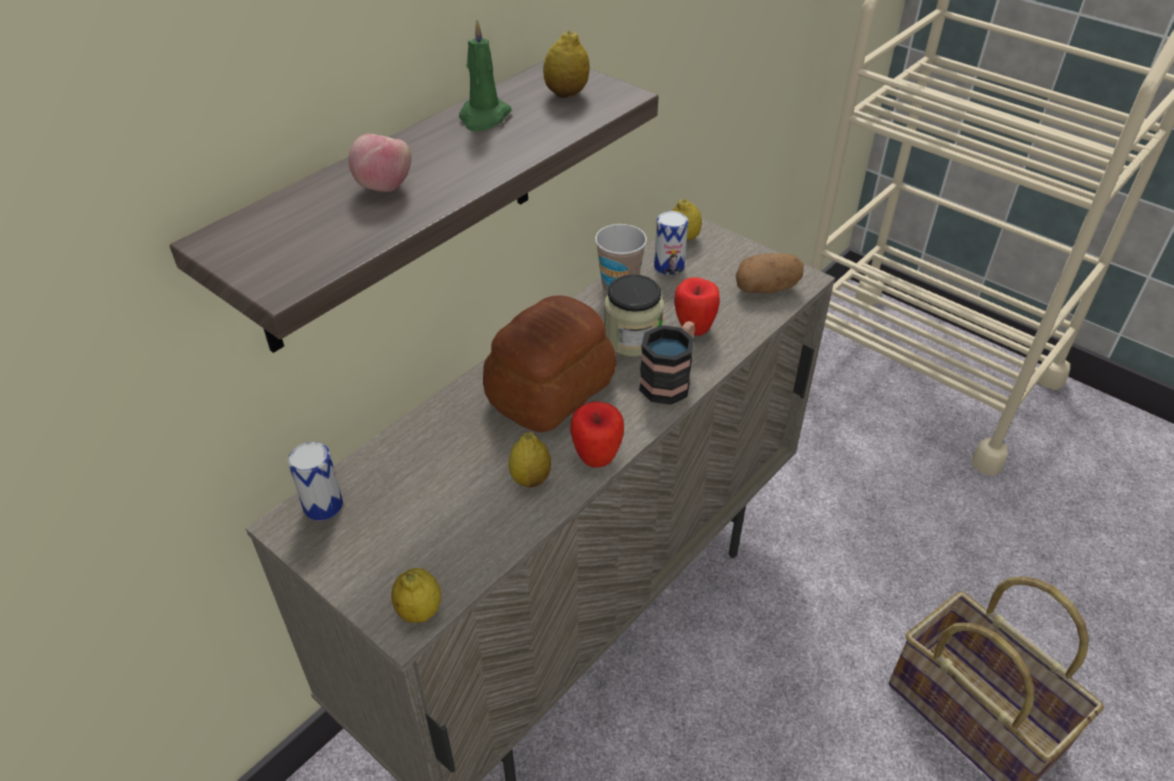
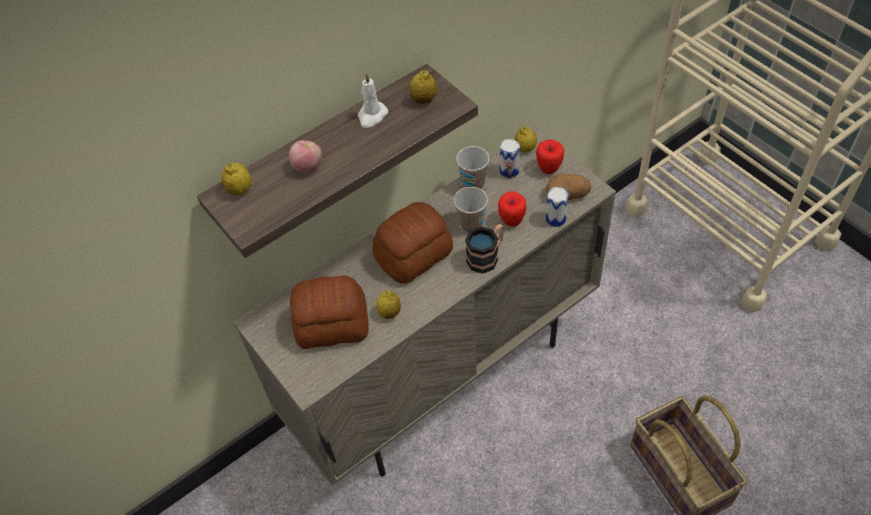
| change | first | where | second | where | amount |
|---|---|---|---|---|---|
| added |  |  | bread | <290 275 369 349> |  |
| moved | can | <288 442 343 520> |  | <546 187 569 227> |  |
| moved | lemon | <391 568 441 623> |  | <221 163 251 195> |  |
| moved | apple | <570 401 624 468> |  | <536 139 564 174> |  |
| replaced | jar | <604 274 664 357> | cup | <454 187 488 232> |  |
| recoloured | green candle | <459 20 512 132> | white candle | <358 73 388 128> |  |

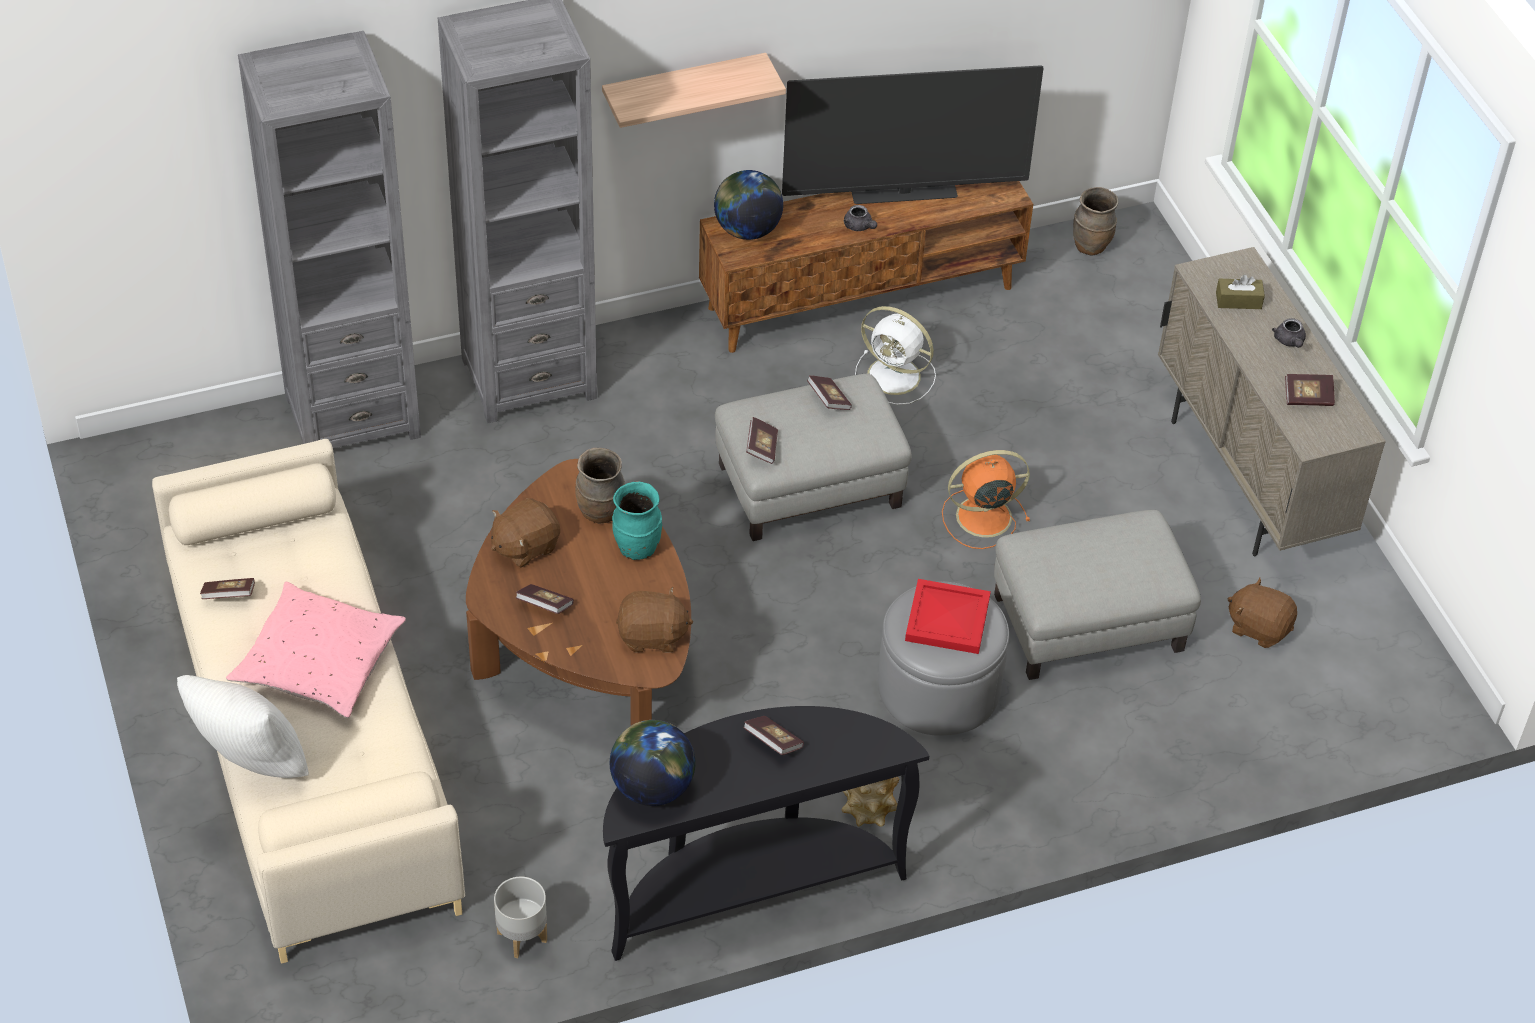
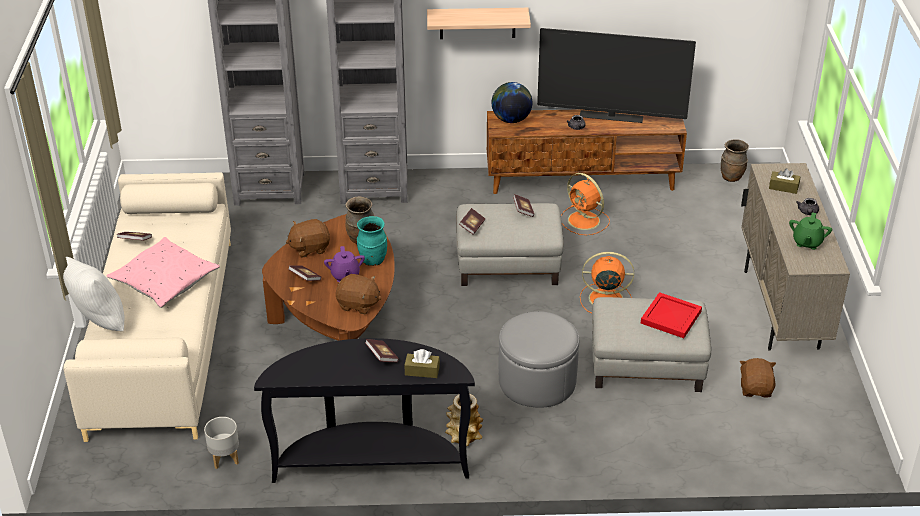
| change | first | where | second | where | amount |
|---|---|---|---|---|---|
| removed | globe | <610 720 696 806> |  |  |  |
| added |  |  | purple teapot | <324 246 365 282> |  |
| added |  |  | brown tissue box | <404 349 440 378> |  |
| moved | red tray | <905 579 991 654> |  | <641 292 702 338> |  |
| replaced | book | <1285 374 1335 406> | green teapot | <789 212 832 250> |  |
| recoloured | white fan | <855 306 936 405> | orange fan | <561 173 610 235> |  |
| turned | brown plush toy | <1228 578 1297 648> |  | <740 358 776 398> | 45 degrees clockwise |

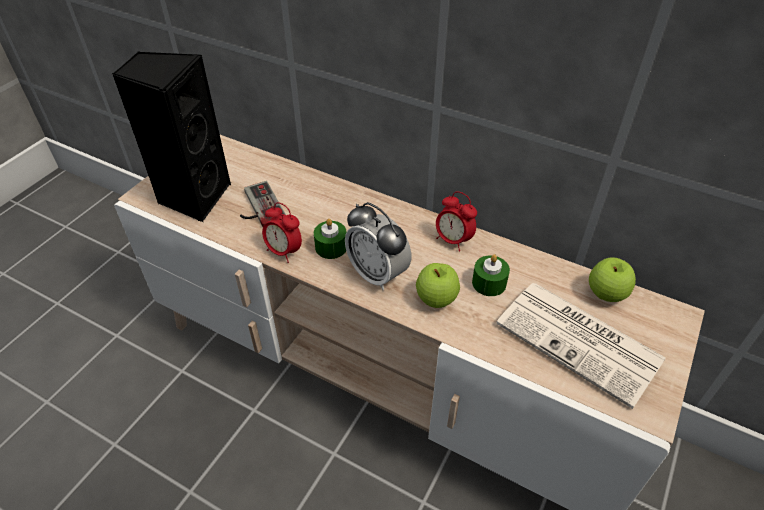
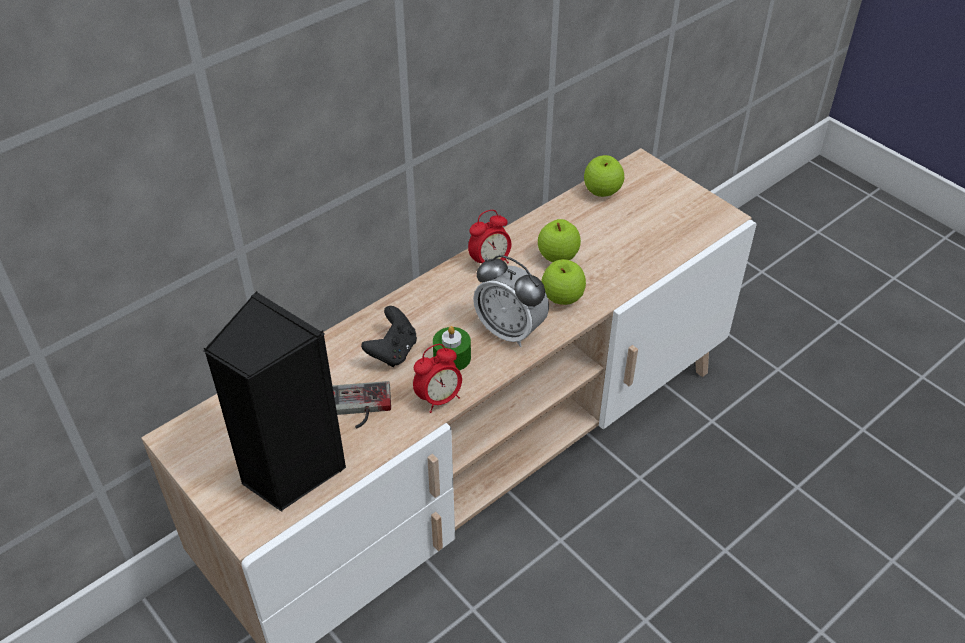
| change | first | where | second | where | amount |
|---|---|---|---|---|---|
| removed | newspaper | <496 283 666 409> |  |  |  |
| added |  |  | black game controller | <361 306 417 367> |  |
| replaced | green candle | <472 254 510 296> | apple | <538 219 581 262> |  |
| turned | alarm clock | <345 202 411 290> |  | <473 255 549 347> | 60 degrees clockwise |

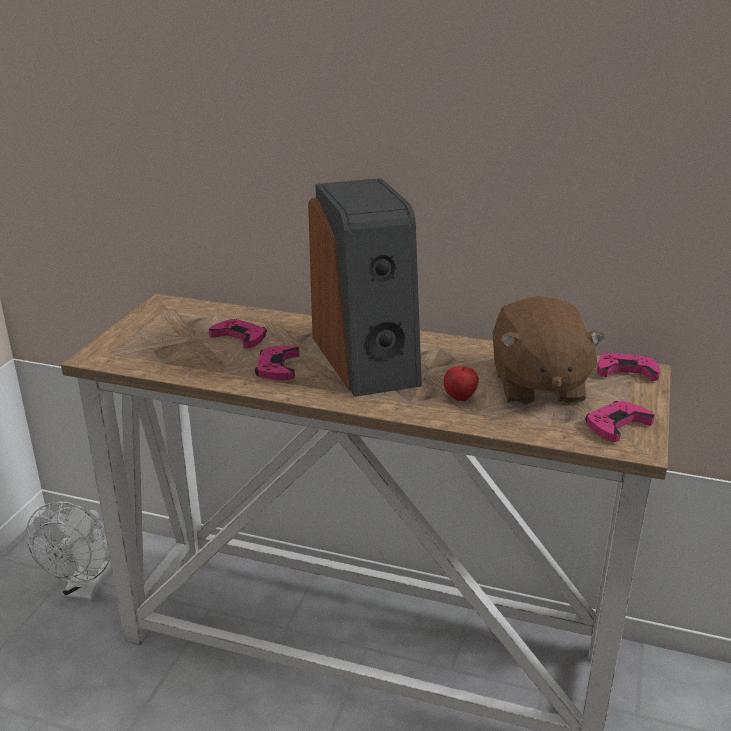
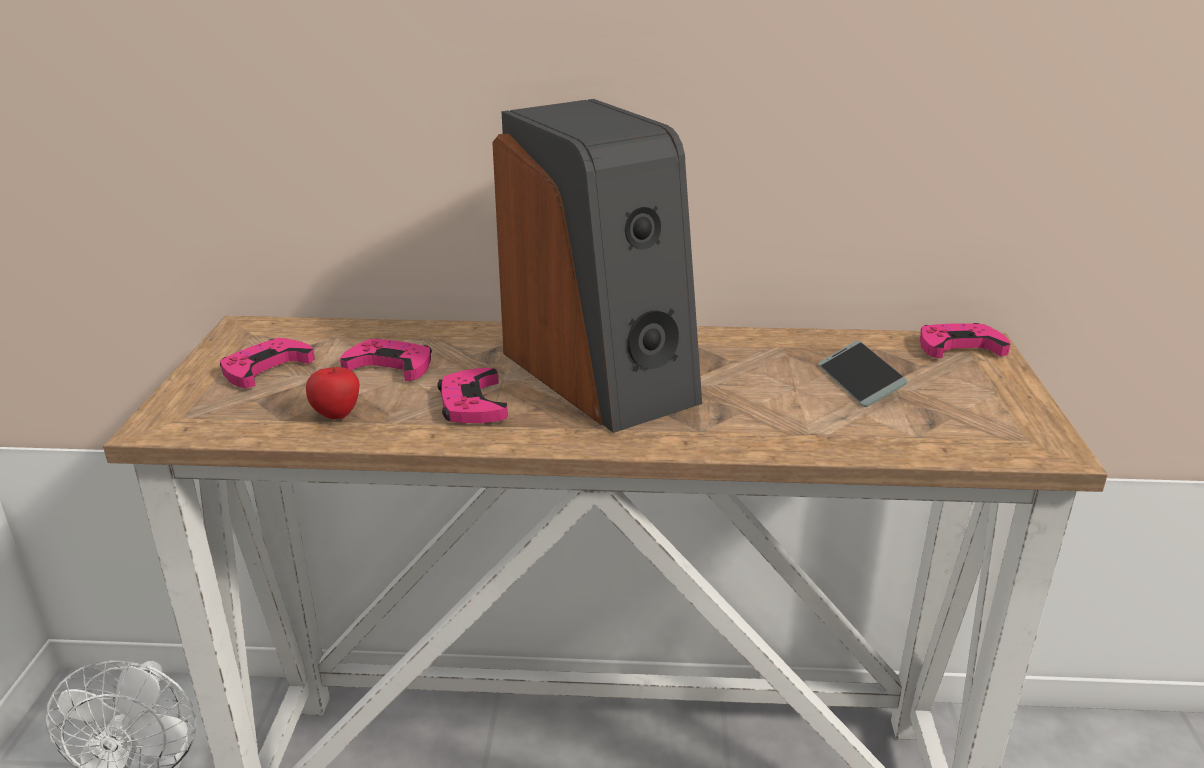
| change | first | where | second | where | amount |
|---|---|---|---|---|---|
| moved | apple | <444 366 479 401> |  | <306 366 359 419> |  |
| moved | pink game controller | <585 401 655 442> |  | <220 338 315 388> |  |
| replaced | brown plush toy | <492 296 606 405> | phone | <818 340 908 407> |  |

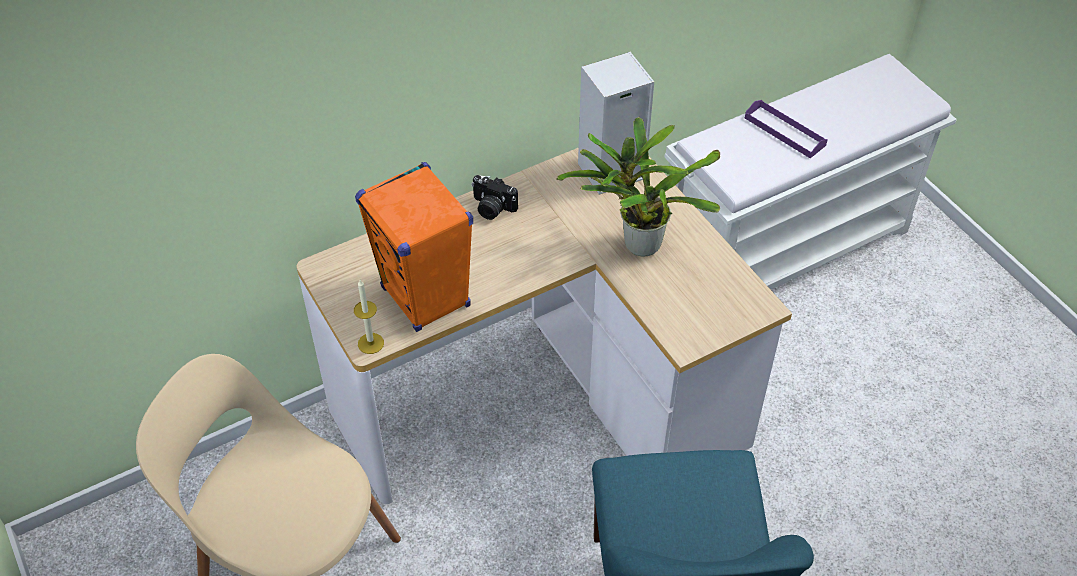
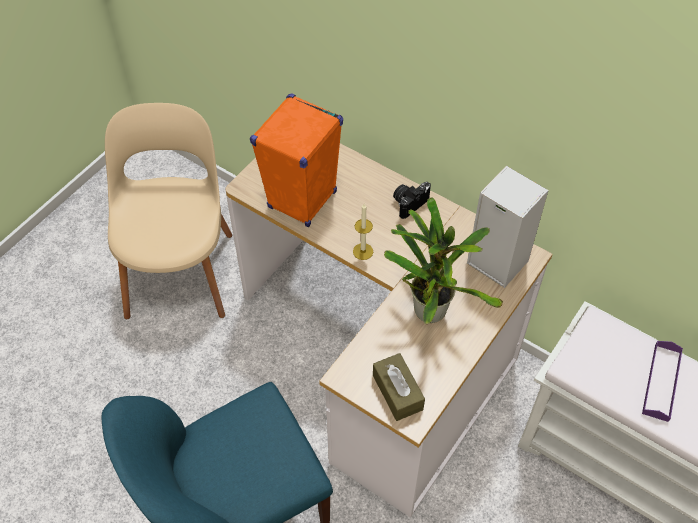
| change | first | where | second | where | amount |
|---|---|---|---|---|---|
| added |  |  | brown tissue box | <373 353 425 421> |  |
| moved | candle | <354 280 384 354> |  | <353 204 373 260> |  |
| turned | photo camera | <471 175 518 220> |  | <393 182 431 219> | 45 degrees clockwise |

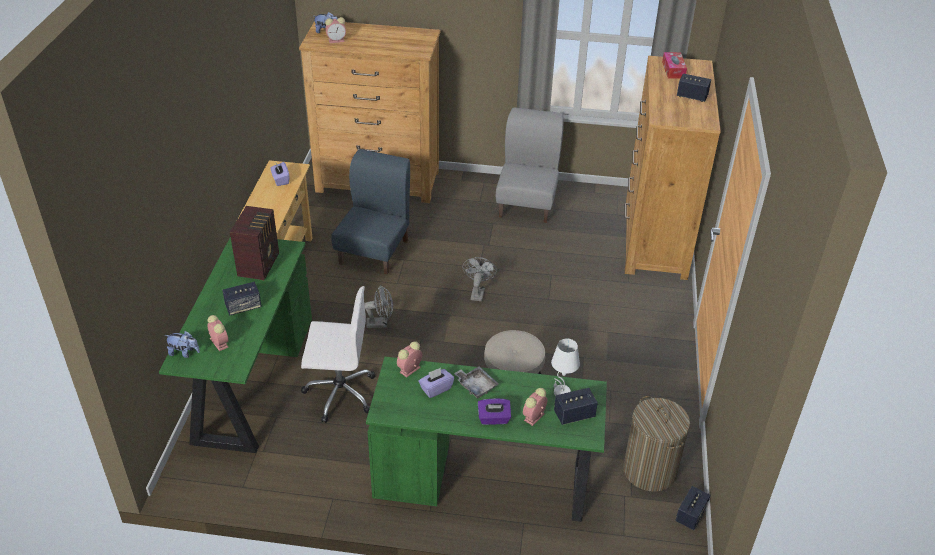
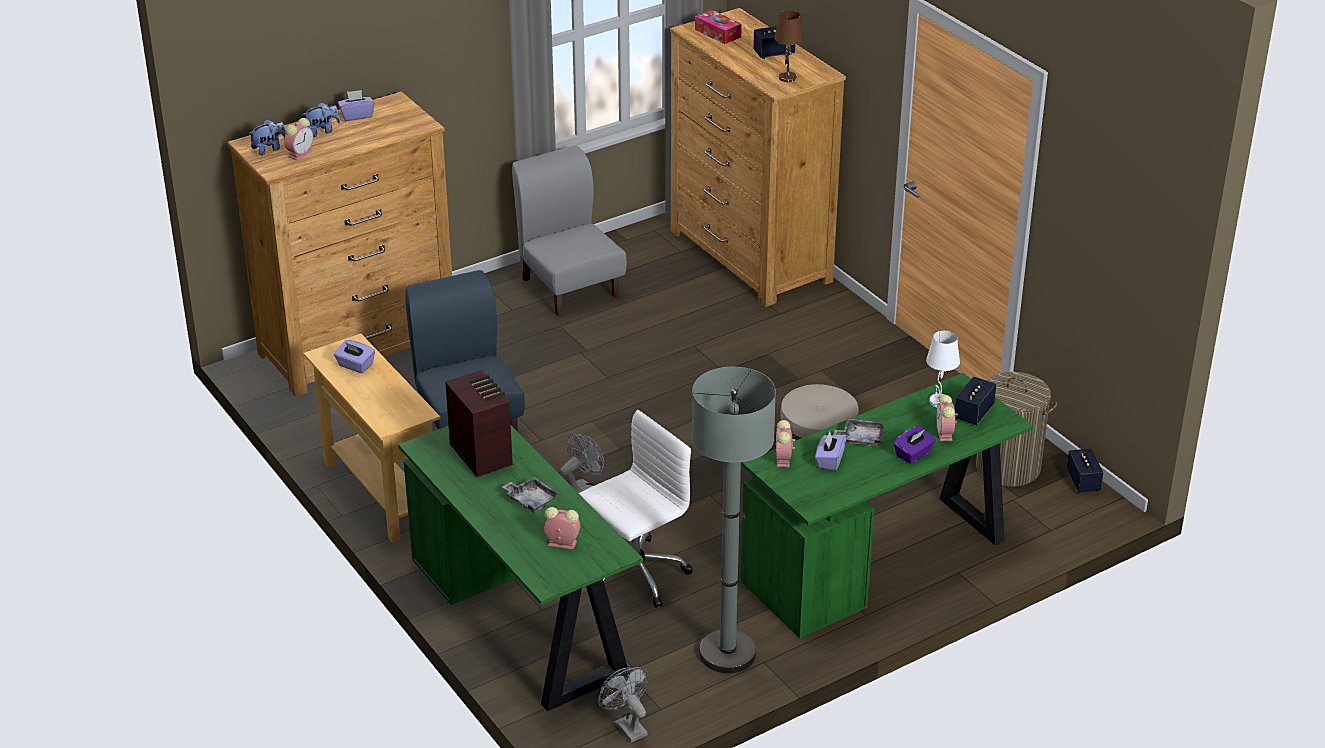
| change | first | where | second | where | amount |
|---|---|---|---|---|---|
| added |  |  | purple tissue box | <338 90 375 121> |  |
| added |  |  | grey floor lamp | <691 367 776 673> |  |
| added |  |  | brown table lamp | <774 10 804 82> |  |
| moved | plush toy | <165 331 200 358> |  | <302 102 340 137> |  |
| moved | grey fan | <462 257 497 301> |  | <598 667 648 743> |  |
| replaced | speaker | <222 282 262 315> | grey tray | <502 476 560 513> |  |

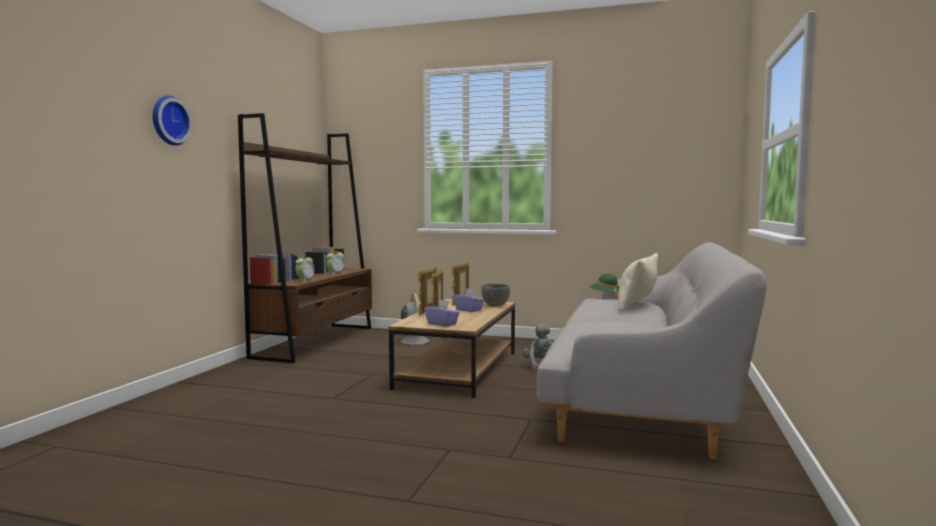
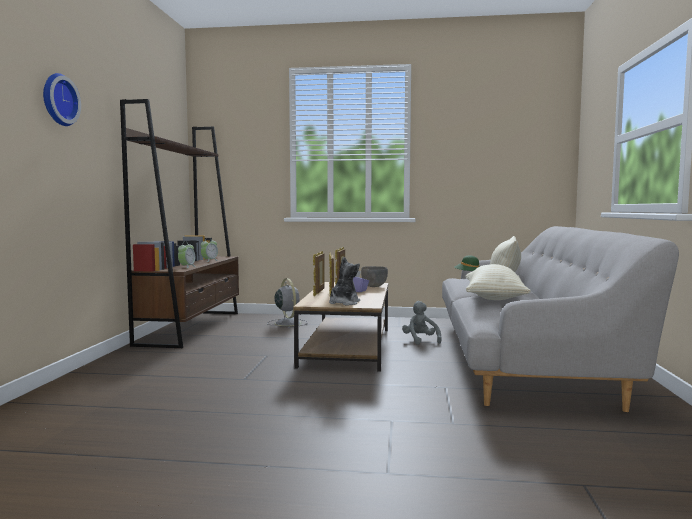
| change | first | where | second | where | amount |
|---|---|---|---|---|---|
| added |  |  | beige pillow | <465 264 531 300> |  |
| replaced | purple tissue box | <425 300 460 327> | plush toy | <329 257 360 306> |  |

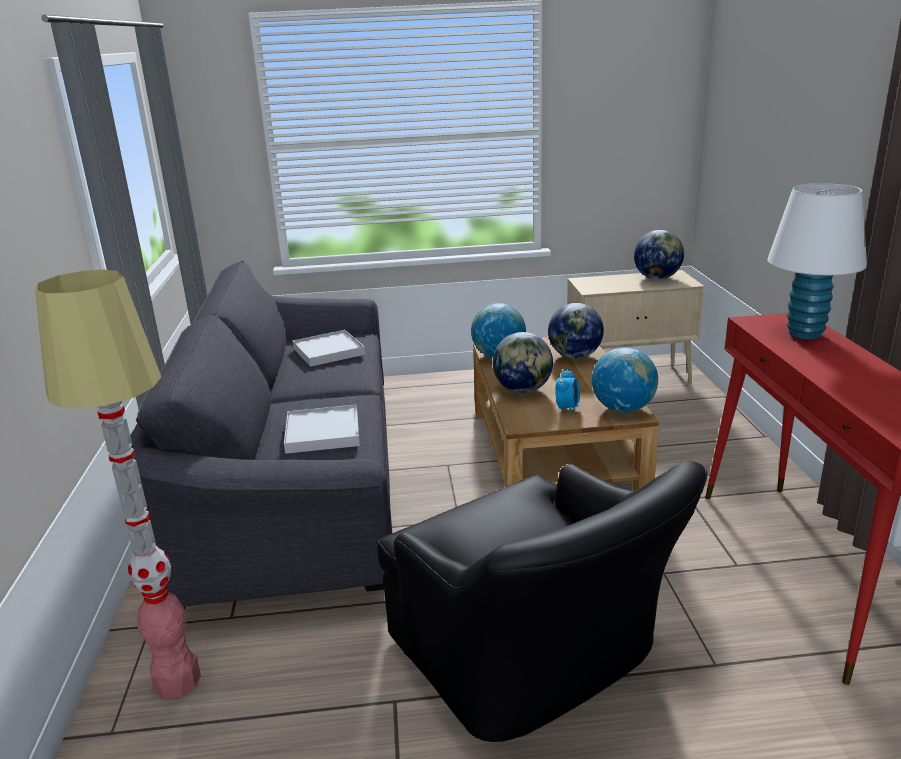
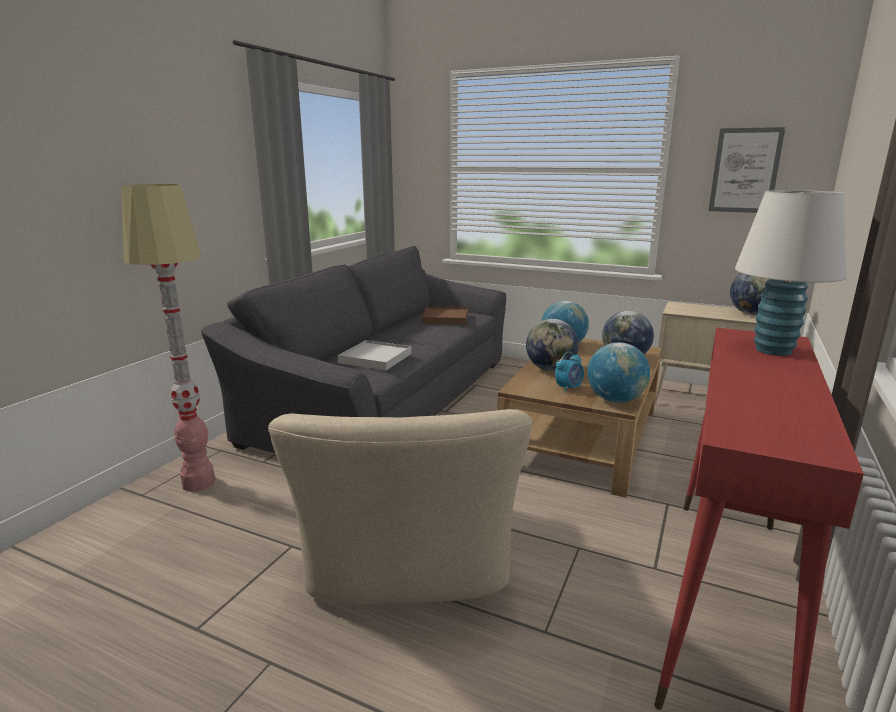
| change | first | where | second | where | amount |
|---|---|---|---|---|---|
| added |  |  | picture | <709 127 785 213> |  |
| recoloured | white tray | <292 330 365 367> | brown tray | <422 306 468 325> |  |
| recoloured | black armchair | <378 461 707 742> | beige armchair | <268 409 532 604> |  |

